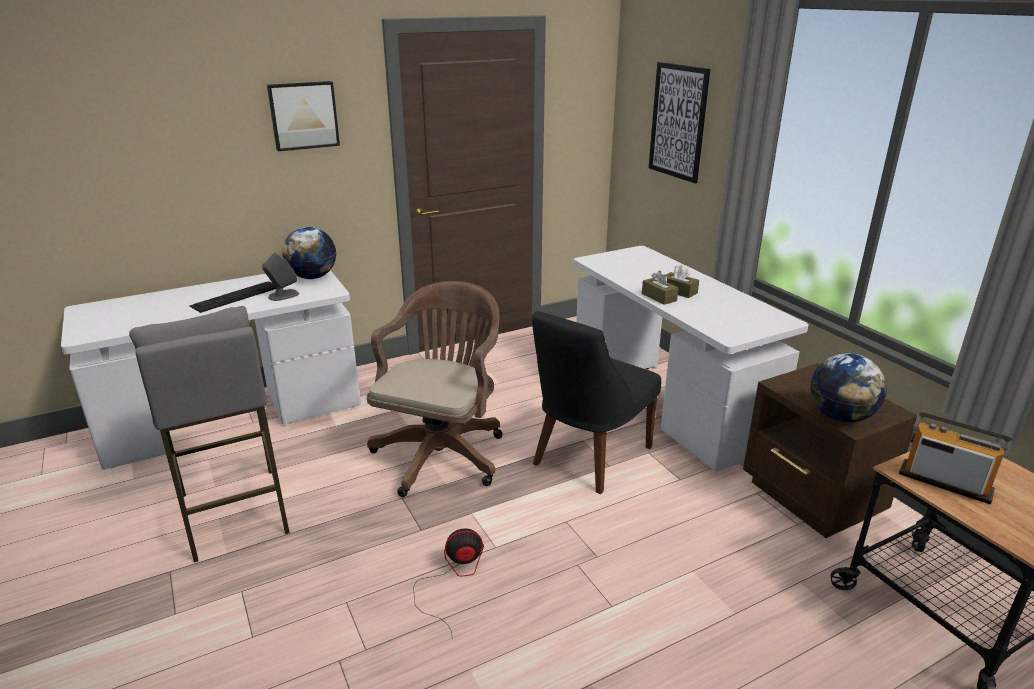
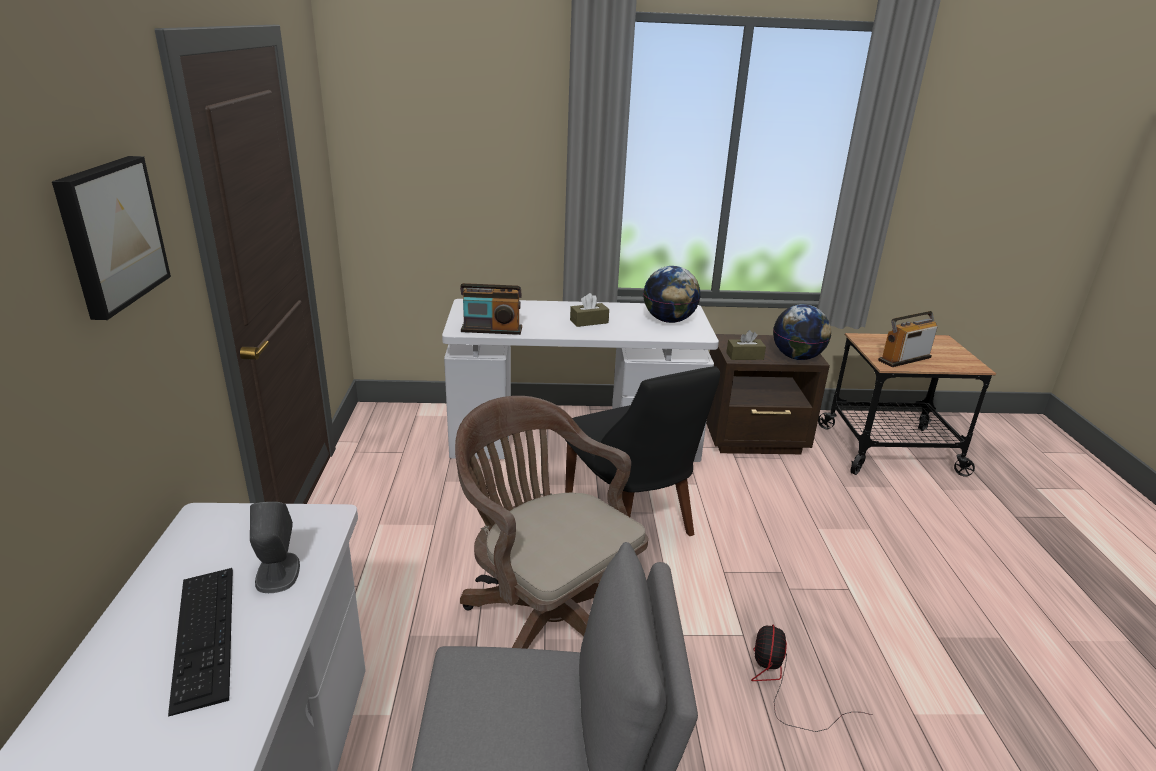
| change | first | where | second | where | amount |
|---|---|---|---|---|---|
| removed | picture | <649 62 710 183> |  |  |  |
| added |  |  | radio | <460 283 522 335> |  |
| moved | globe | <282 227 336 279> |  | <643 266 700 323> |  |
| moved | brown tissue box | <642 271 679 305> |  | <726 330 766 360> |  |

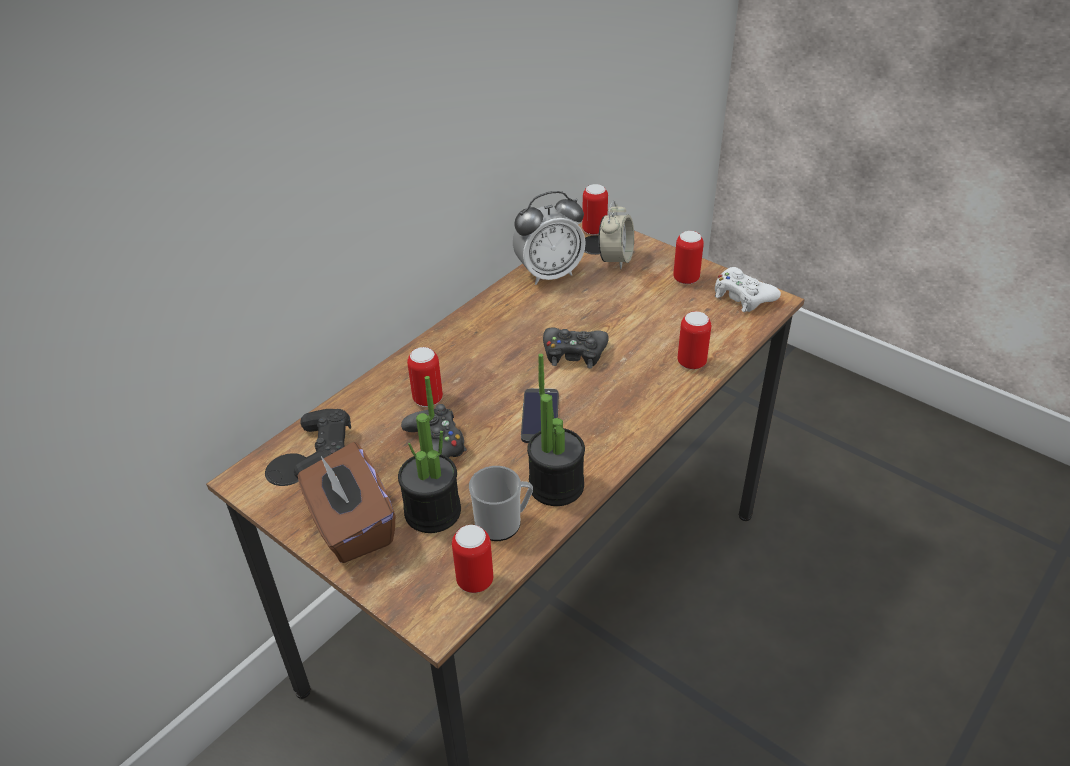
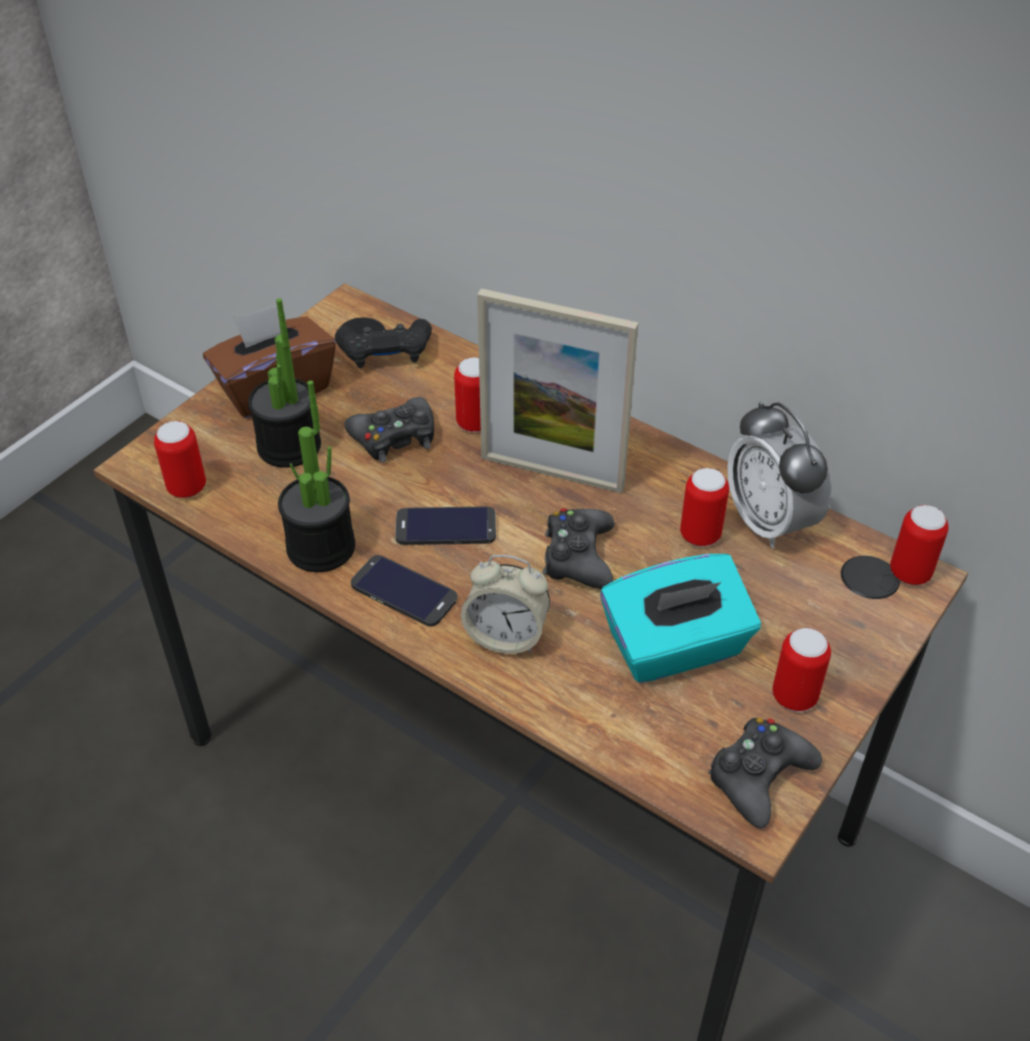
| change | first | where | second | where | amount |
|---|---|---|---|---|---|
| removed | mug | <469 466 533 541> |  |  |  |
| added |  |  | phone | <351 555 458 626> |  |
| added |  |  | picture frame | <477 288 638 493> |  |
| added |  |  | turquoise tissue box | <600 554 761 683> |  |
| moved | alarm clock | <599 201 634 270> |  | <461 555 550 654> |  |
| moved | can | <677 311 711 369> |  | <680 468 729 547> |  |
| recoloured | white game controller | <715 267 781 312> | black game controller | <708 718 822 829> |  |

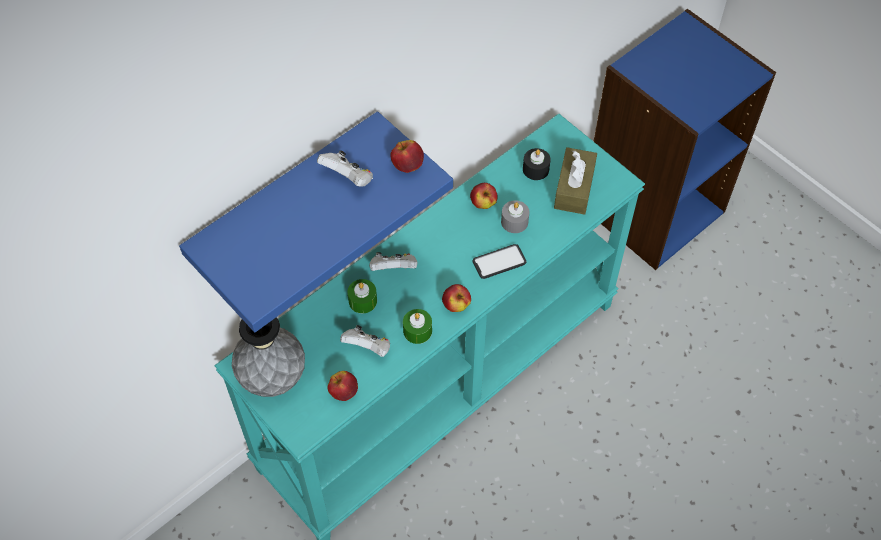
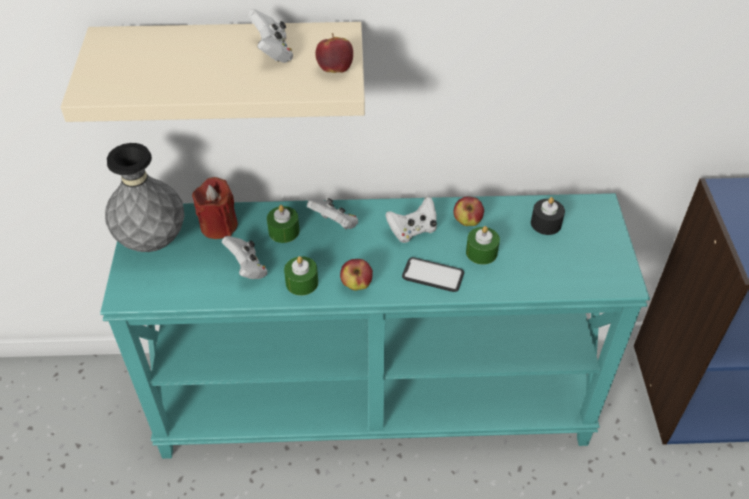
| change | first | where | second | where | amount |
|---|---|---|---|---|---|
| removed | apple | <327 371 358 401> |  |  |  |
| removed | brown tissue box | <554 147 597 215> |  |  |  |
| added |  |  | red candle | <192 177 238 239> |  |
| added |  |  | white game controller | <385 196 437 243> |  |
| recoloured | blue shelf | <179 111 453 332> | beige shelf | <61 22 365 122> |  |
| recoloured | grey candle | <501 200 529 233> | green candle | <466 226 500 265> |  |

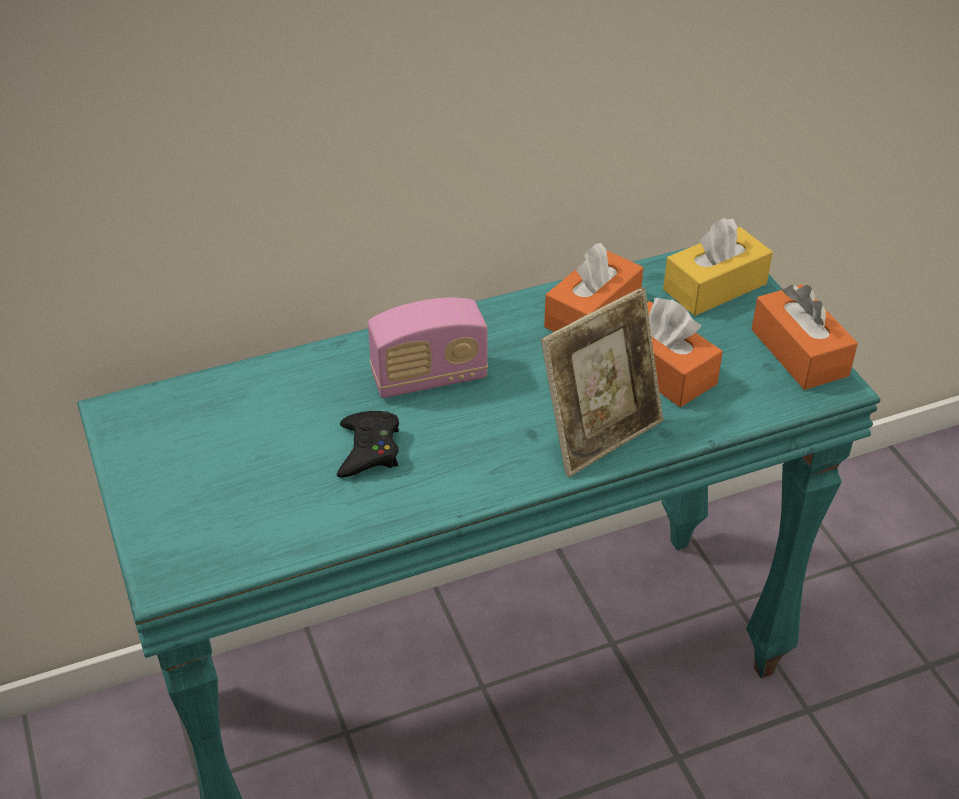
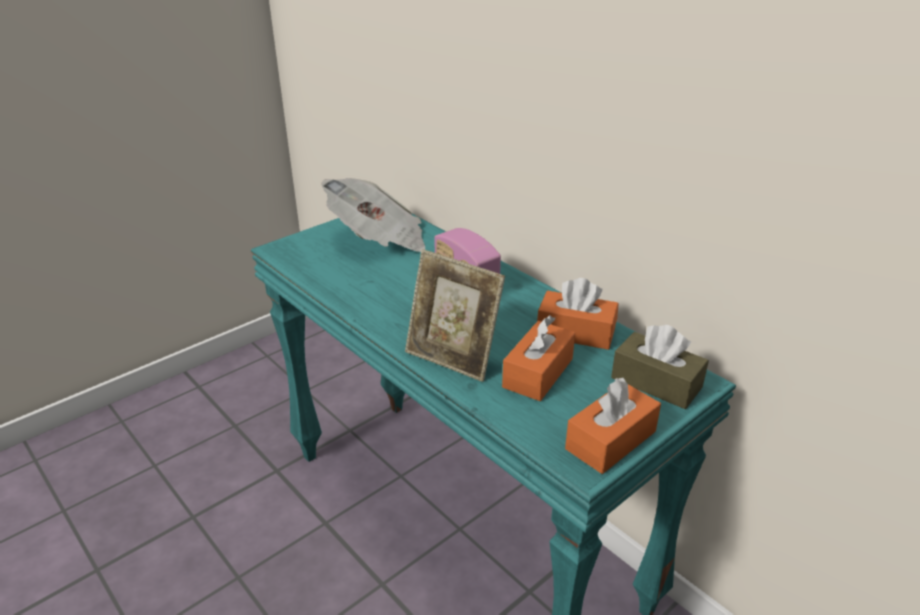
| change | first | where | second | where | amount |
|---|---|---|---|---|---|
| removed | black game controller | <337 411 399 478> |  |  |  |
| added |  |  | newspaper | <321 178 425 252> |  |
| recoloured | yellow tissue box | <663 218 773 316> | brown tissue box | <611 325 709 409> |  |

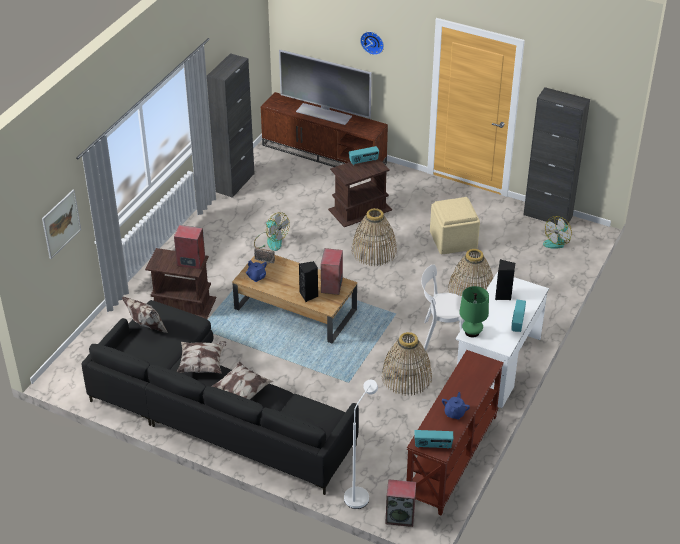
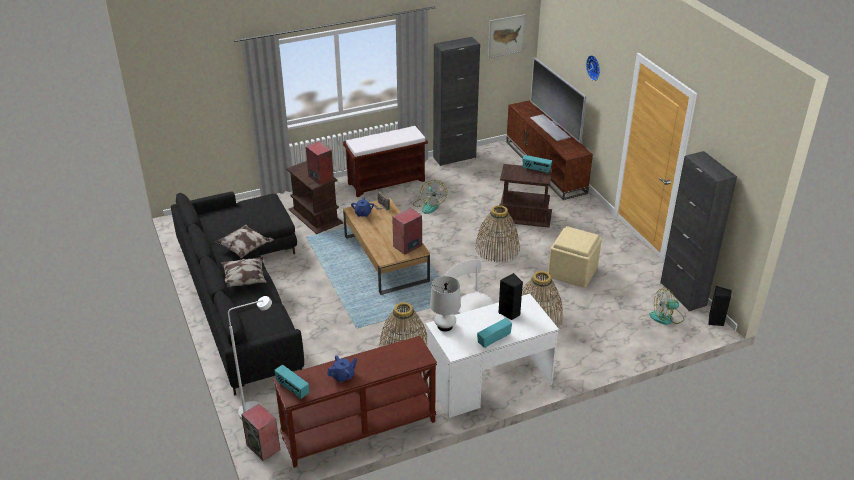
| change | first | where | second | where | amount |
|---|---|---|---|---|---|
| removed | pillow | <122 297 168 333> |  |  |  |
| added |  |  | brown bench | <343 126 428 197> |  |
| moved | picture | <42 190 81 259> |  | <488 14 526 58> |  |
| moved | black speaker | <299 261 318 302> |  | <708 286 732 326> |  |
| recoloured | green table lamp | <459 286 489 338> | white table lamp | <430 276 461 332> |  |

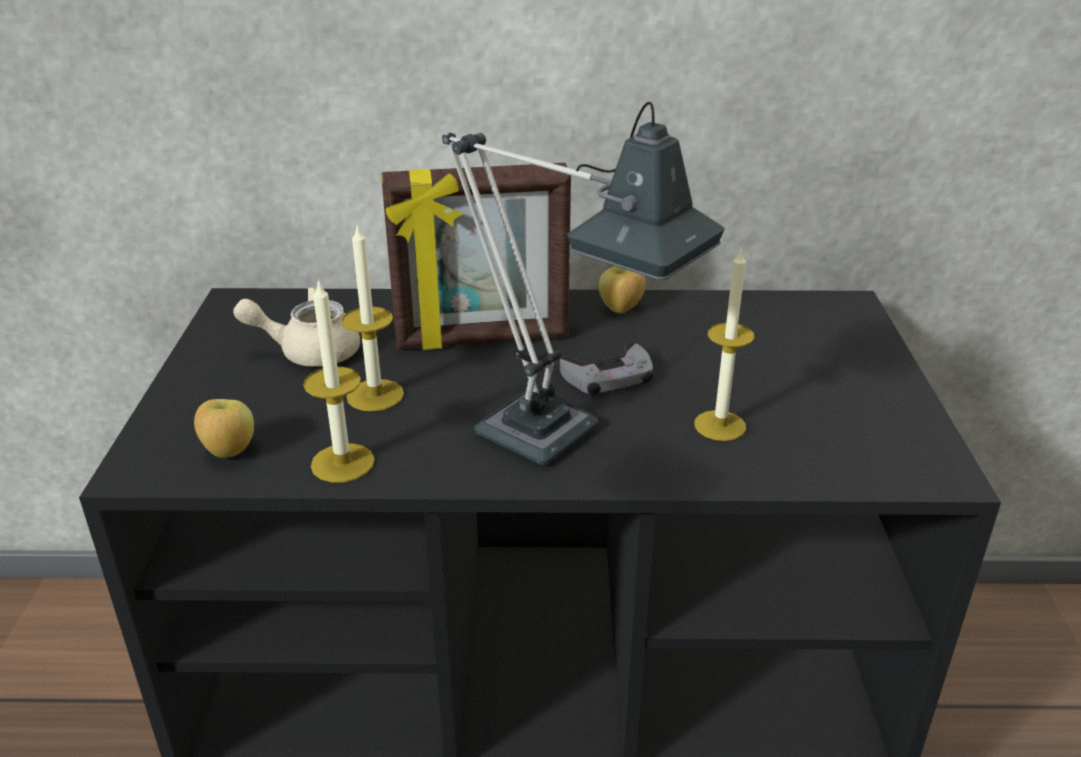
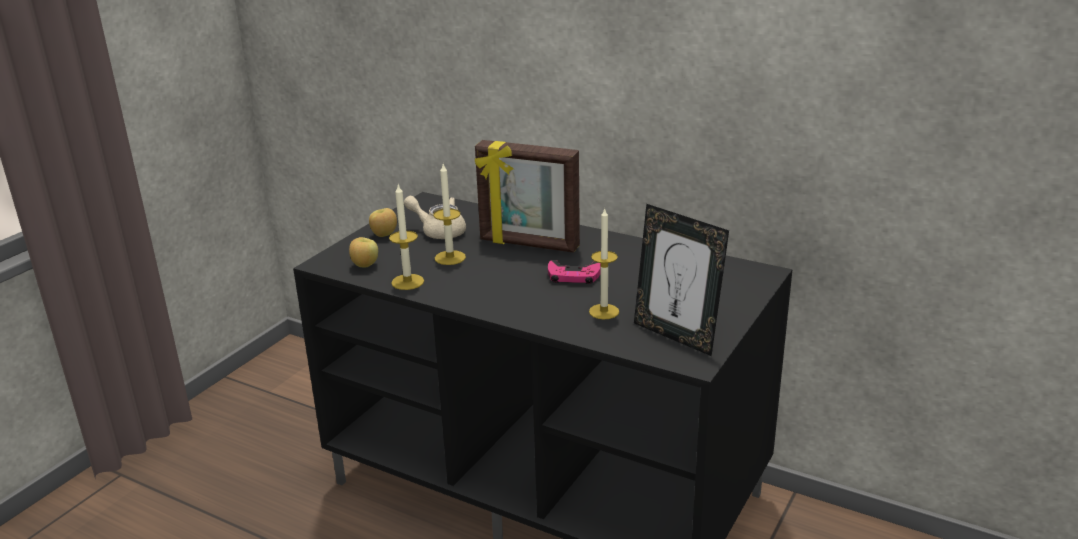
| change | first | where | second | where | amount |
|---|---|---|---|---|---|
| removed | table lamp | <442 102 725 465> |  |  |  |
| added |  |  | picture frame | <634 204 729 356> |  |
| moved | apple | <598 266 646 314> |  | <369 208 397 237> |  |
| recoloured | grey game controller | <560 343 653 395> | pink game controller | <548 260 600 284> |  |

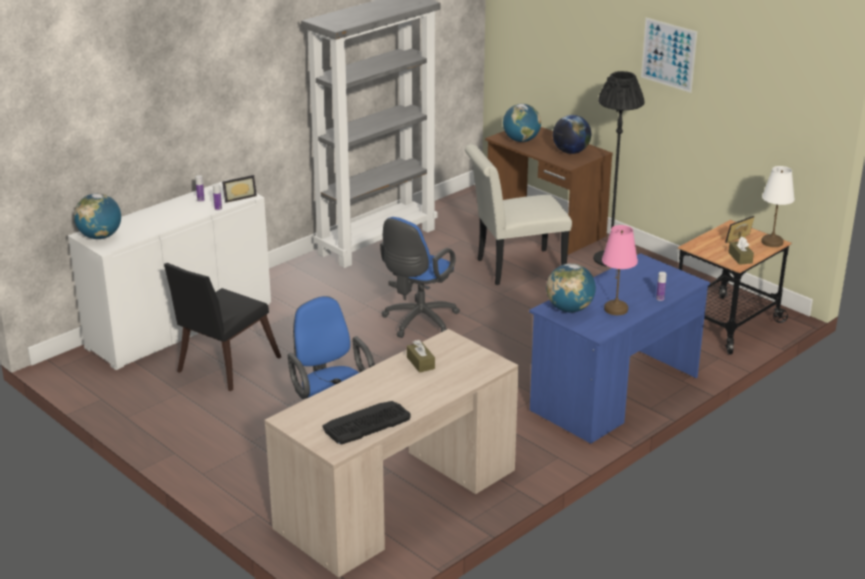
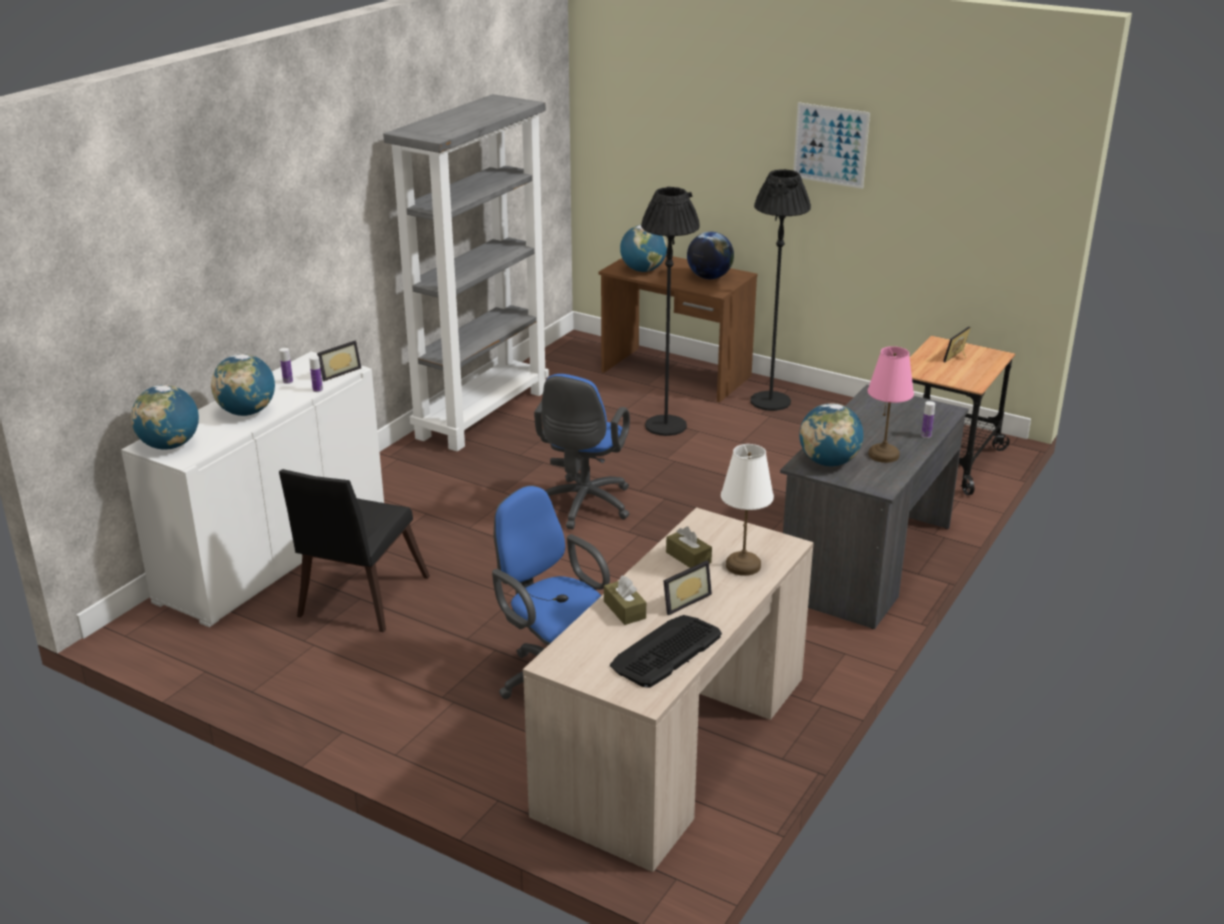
| change | first | where | second | where | amount |
|---|---|---|---|---|---|
| added |  |  | globe | <211 354 275 416> |  |
| added |  |  | picture frame | <663 561 712 615> |  |
| moved | brown tissue box | <728 237 754 265> |  | <604 575 646 625> |  |
| moved | white table lamp | <761 166 795 247> |  | <721 444 774 576> |  |
| replaced | white chair | <465 144 572 285> | black floor lamp | <641 187 700 436> |  |
| recoloured | blue desk | <529 253 710 444> | grey desk | <780 385 969 629> |  |

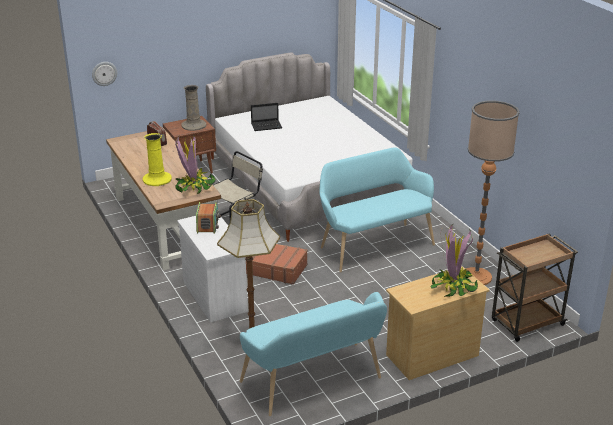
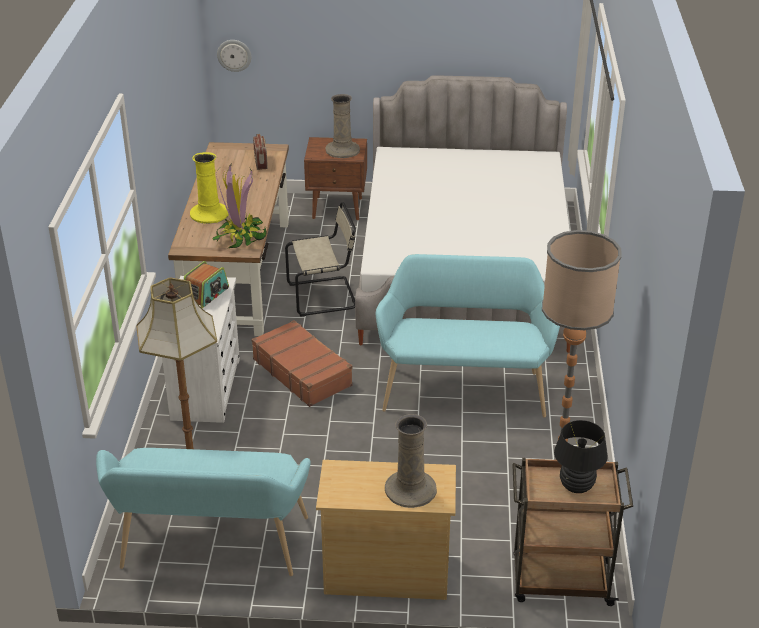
| change | first | where | second | where | amount |
|---|---|---|---|---|---|
| removed | laptop | <251 103 282 131> |  |  |  |
| added |  |  | black table lamp | <554 420 608 493> |  |
| replaced | potted plant | <430 223 478 297> | beige vase | <385 414 437 508> |  |

